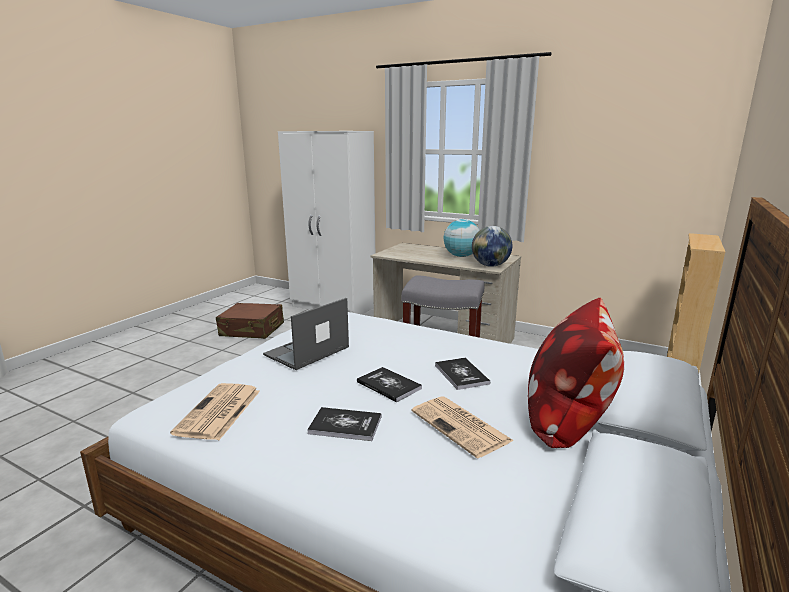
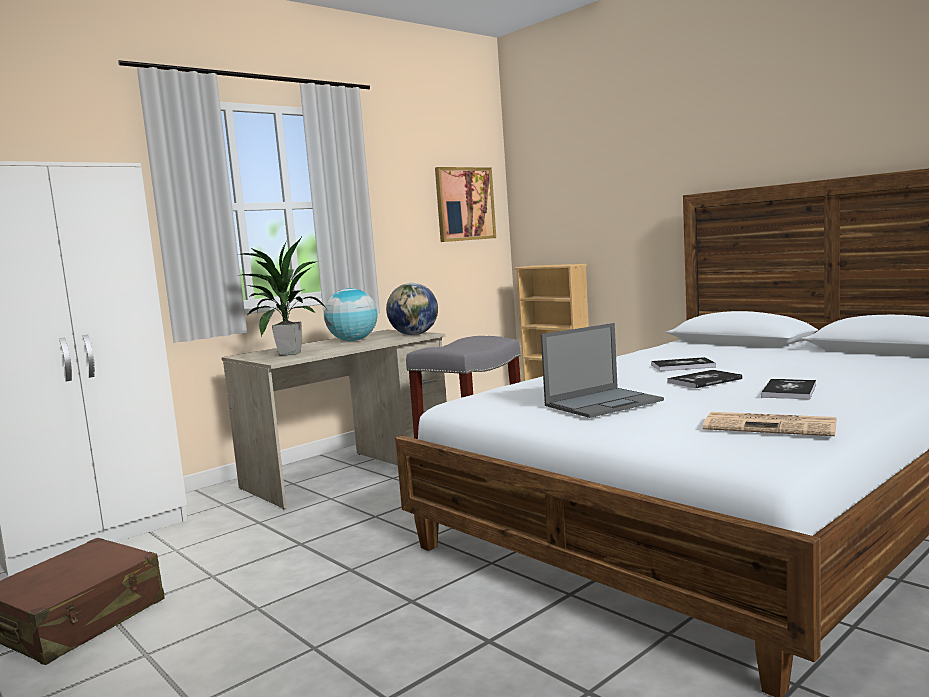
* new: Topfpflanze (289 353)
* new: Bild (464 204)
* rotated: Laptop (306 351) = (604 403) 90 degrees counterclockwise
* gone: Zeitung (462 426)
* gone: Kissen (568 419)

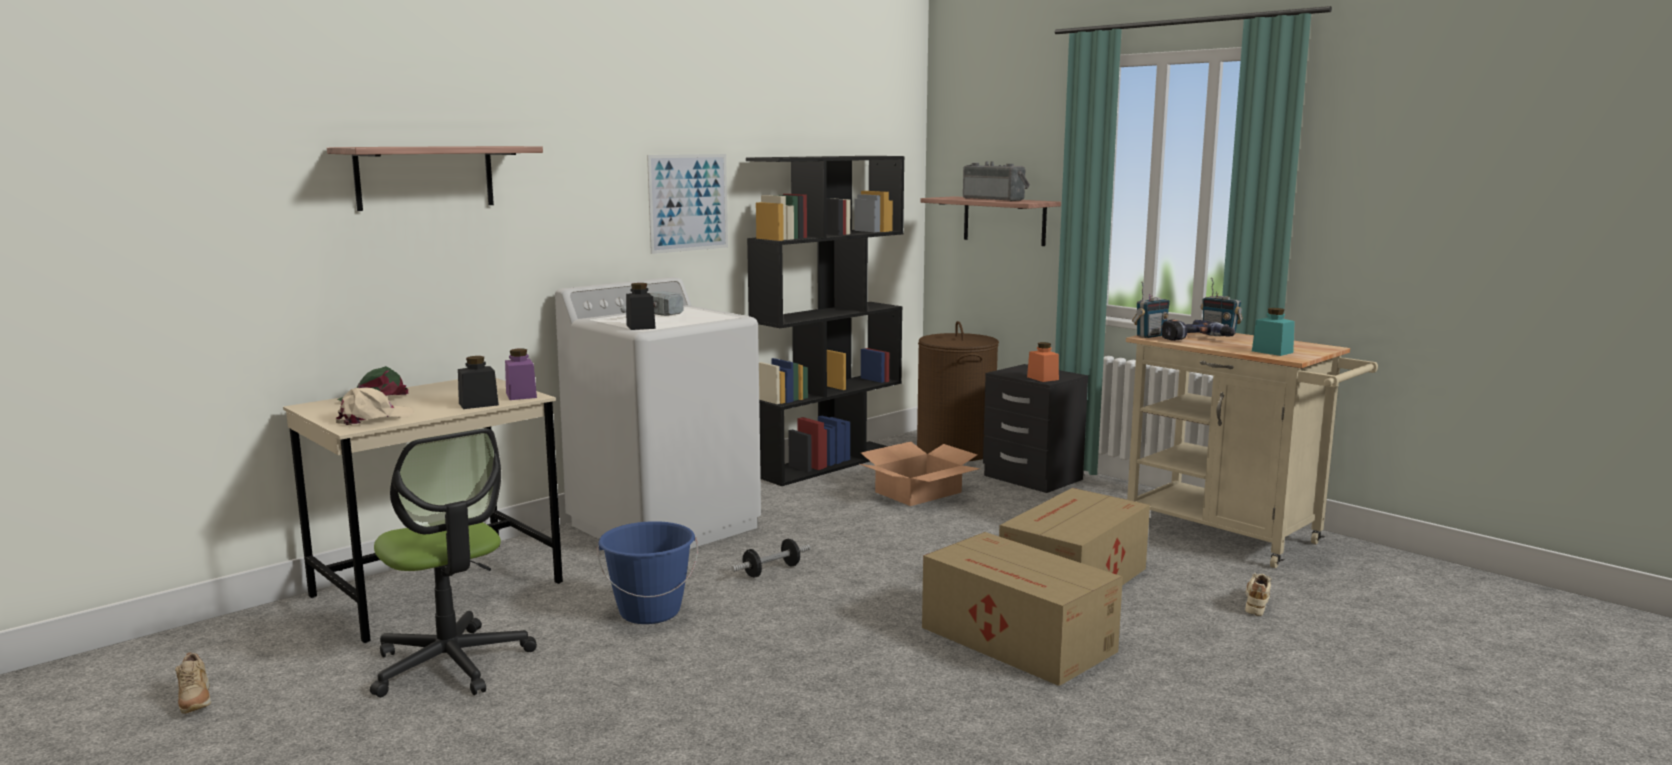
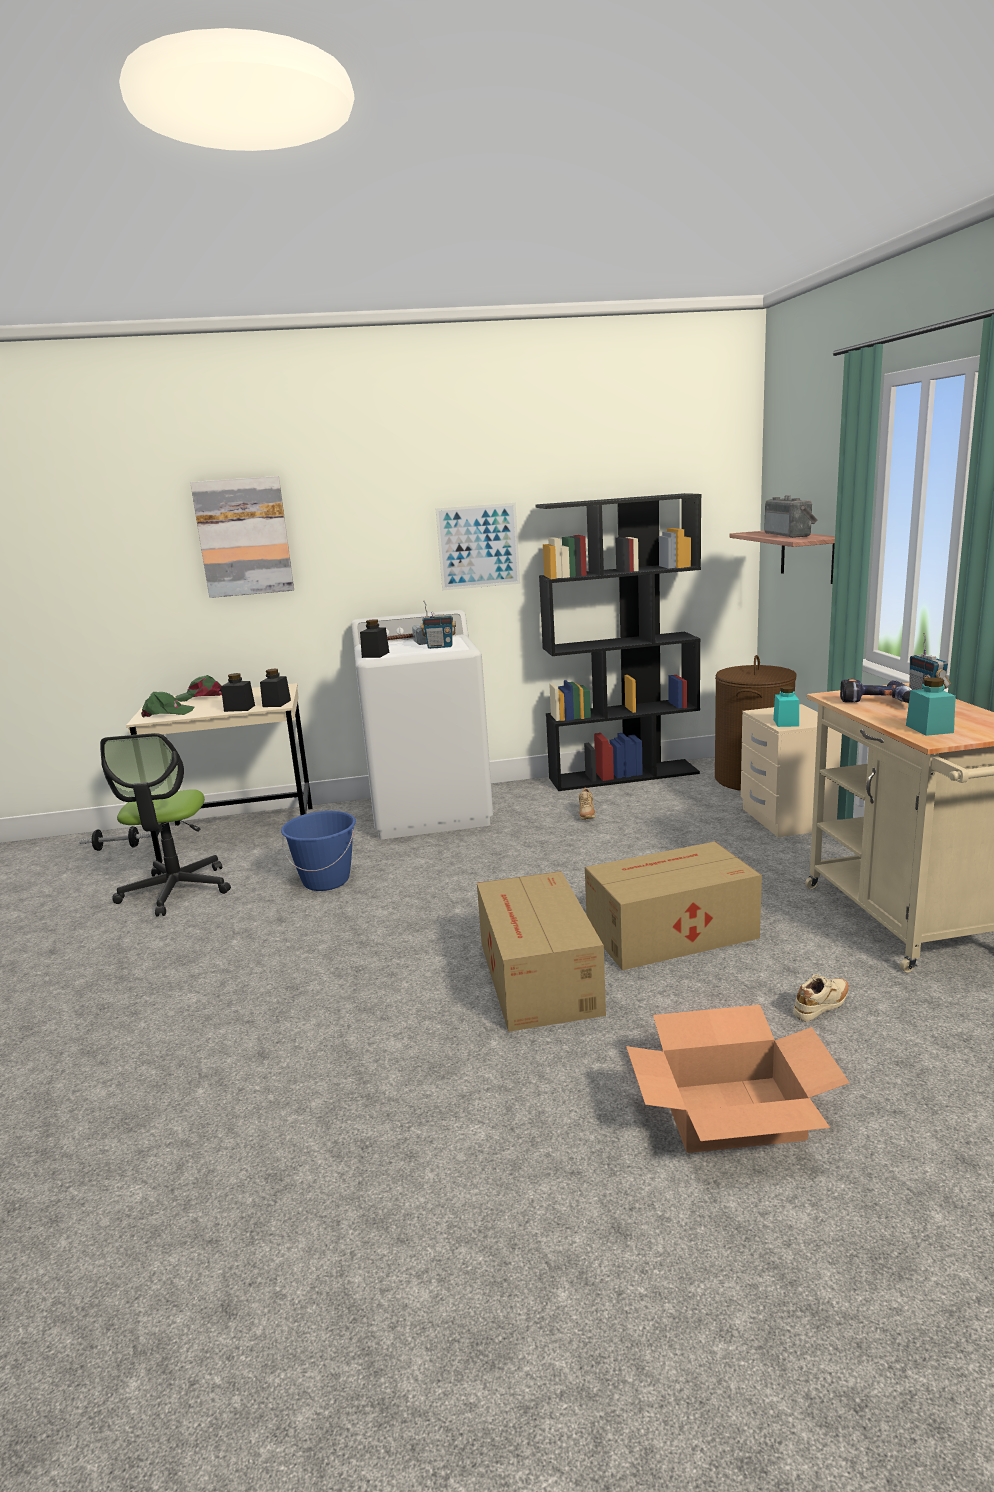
* shifted: Hantel (771 571) to (117 848)
* repainted: Kappe/beige (373 418) to Kappe/grün (167 713)
* swapped: Wandregal (425 177) to Bild (244 537)
* repainted: Vorratsglas/lila (521 395) to Vorratsglas/schwarz (276 703)
* shifted: Radio (1150 336) to (440 647)
* shifted: Schuh/beige (195 703) to (587 816)
* shifted: Karton (918 492) to (732 1113)
* repainted: Nachttisch/schwarz (1032 478) to Nachttisch/beige (787 819)
* repainted: Vorratsglas/orange (1042 378) to Vorratsglas/türkis (786 722)

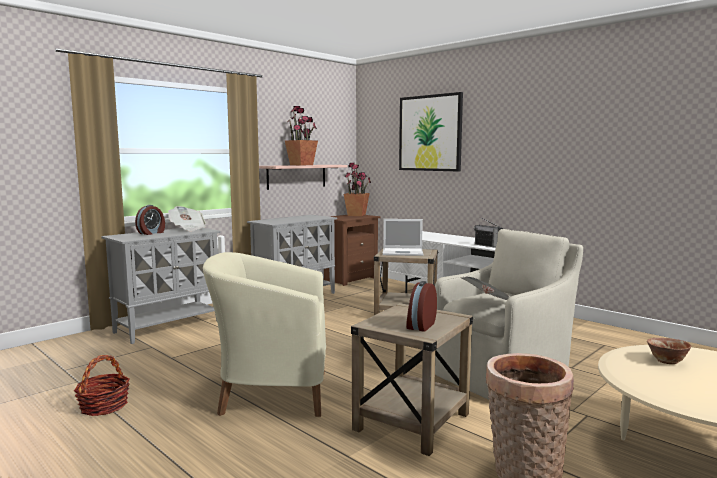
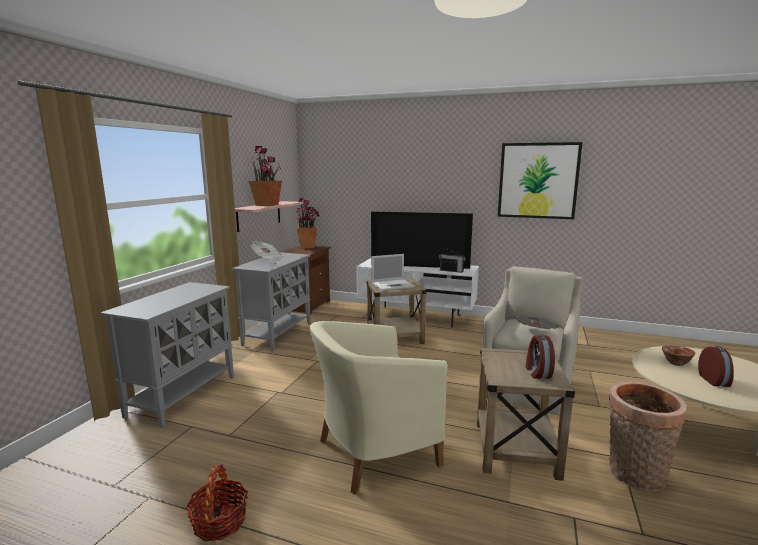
* shifted: Zeitung (187 229) to (268 260)
* new: Fernseher (420 265)
* shifted: Bild (430 133) to (538 180)
* shifted: Wecker (151 233) to (714 380)

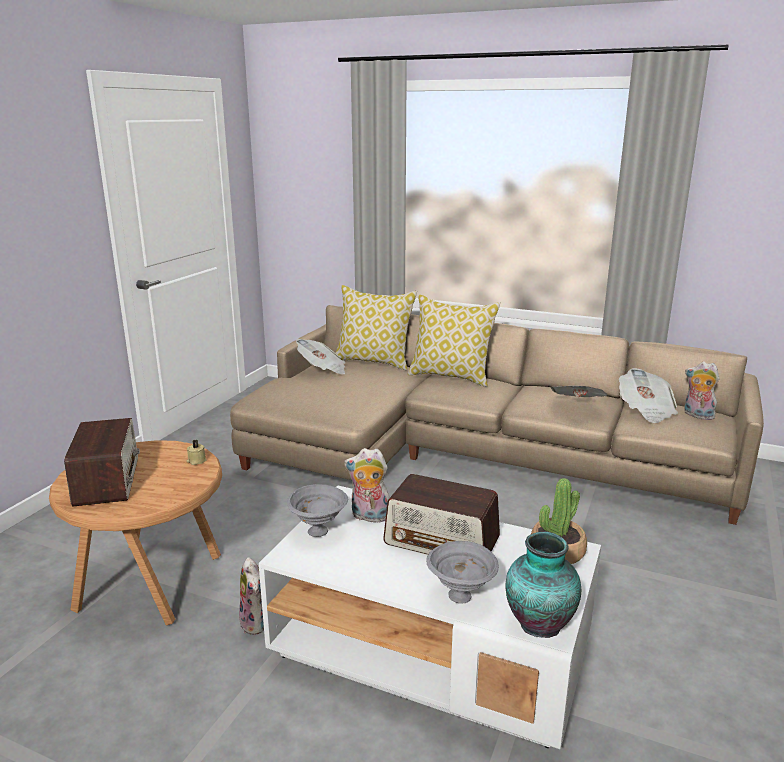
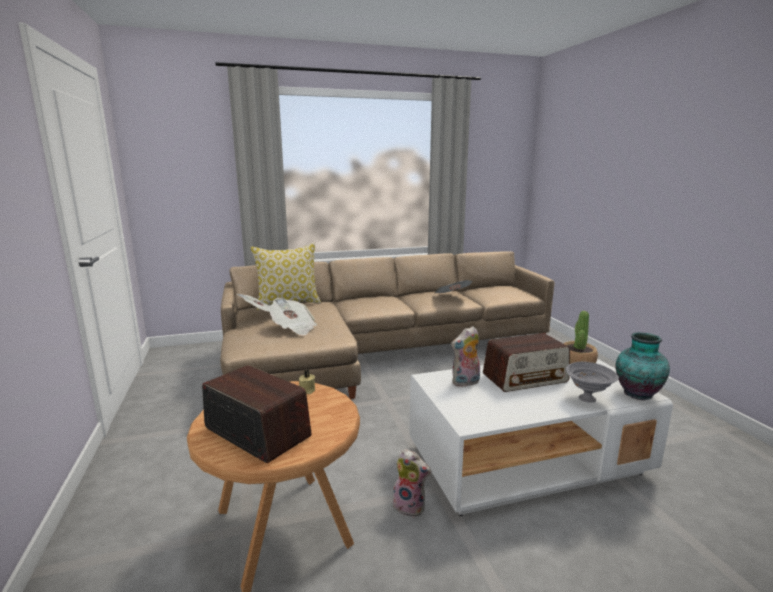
* shifted: Zeitung (645 410) to (293 328)
* gone: Schüssel/grau (319 531)
* gone: Kissen (451 376)
* gone: Plüschtier (697 416)

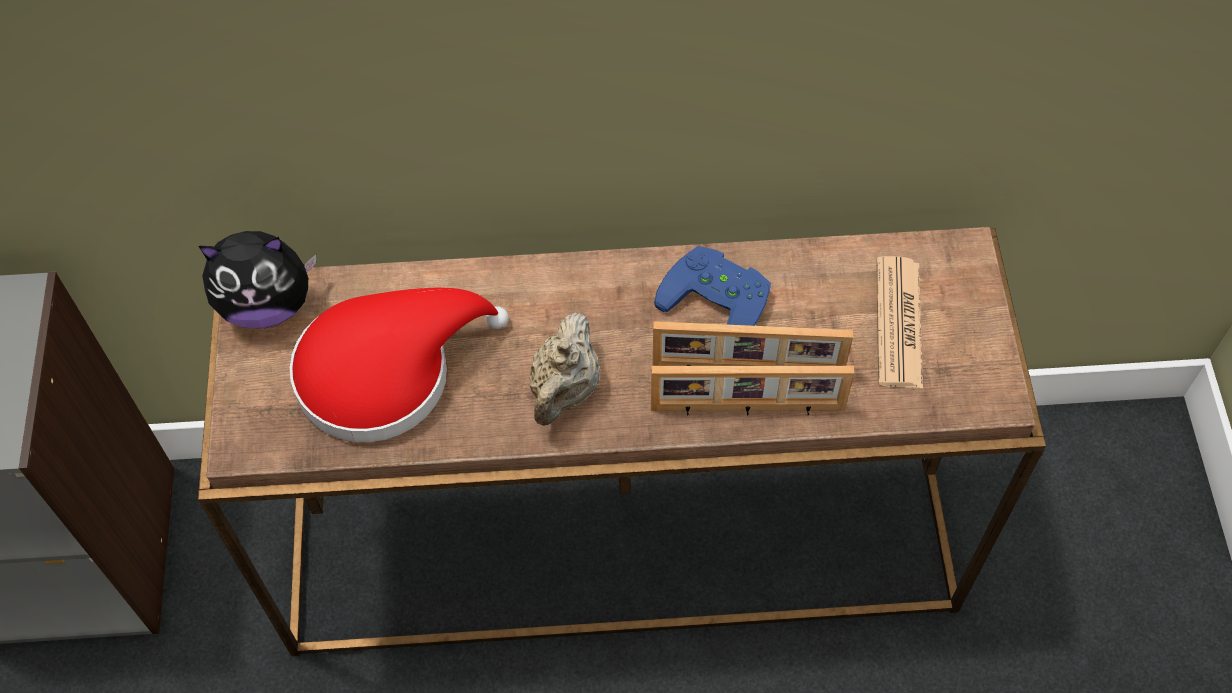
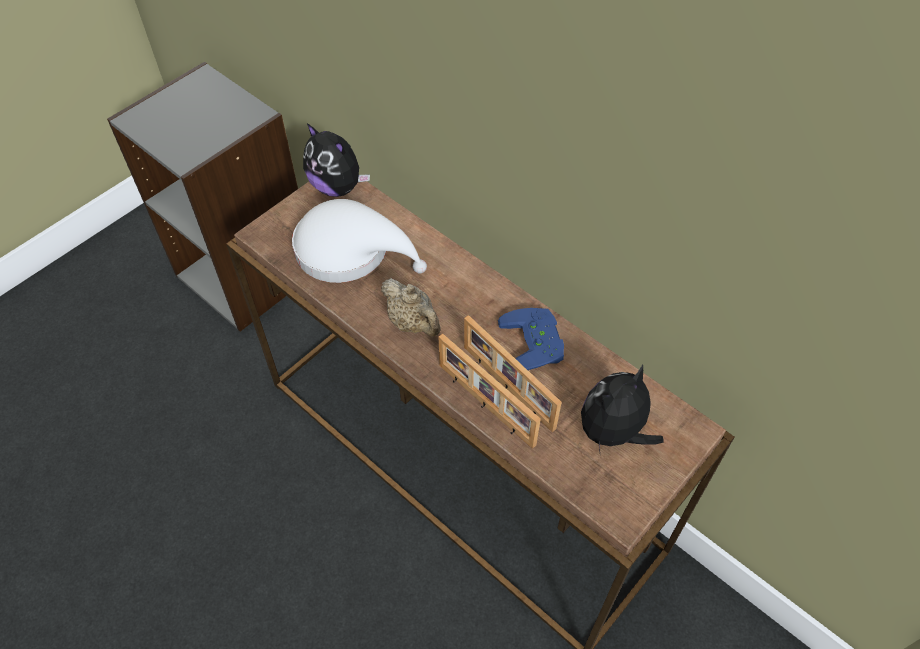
* repainted: Hut/rot (386 370) to Hut/weiß (350 251)
* rotated: Teekanne/beige (564 390) = (413 323) 105 degrees counterclockwise
* swapped: Zeitung (898 323) to Plüschtier (613 433)

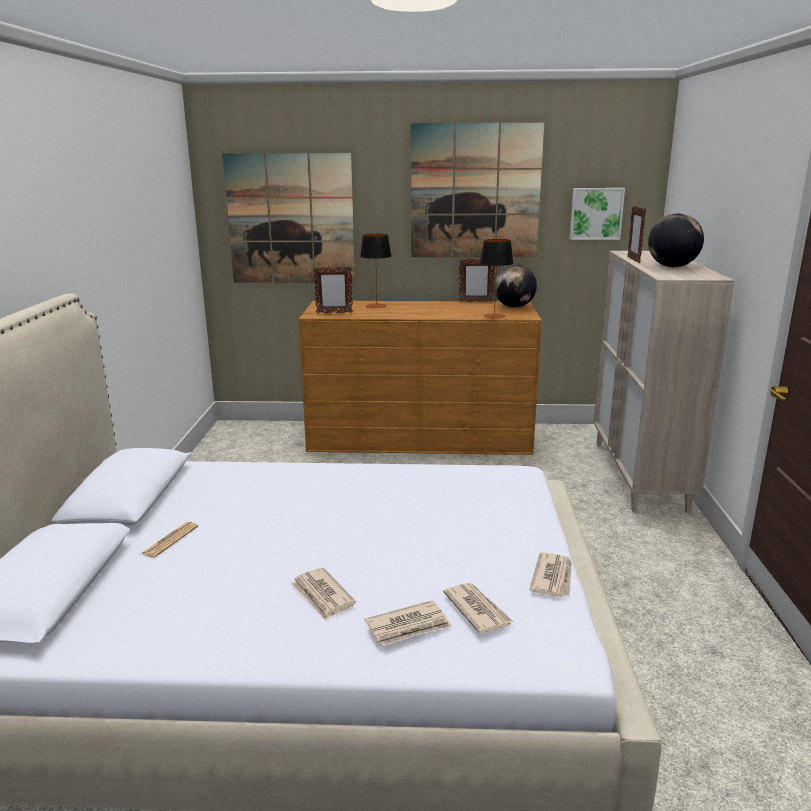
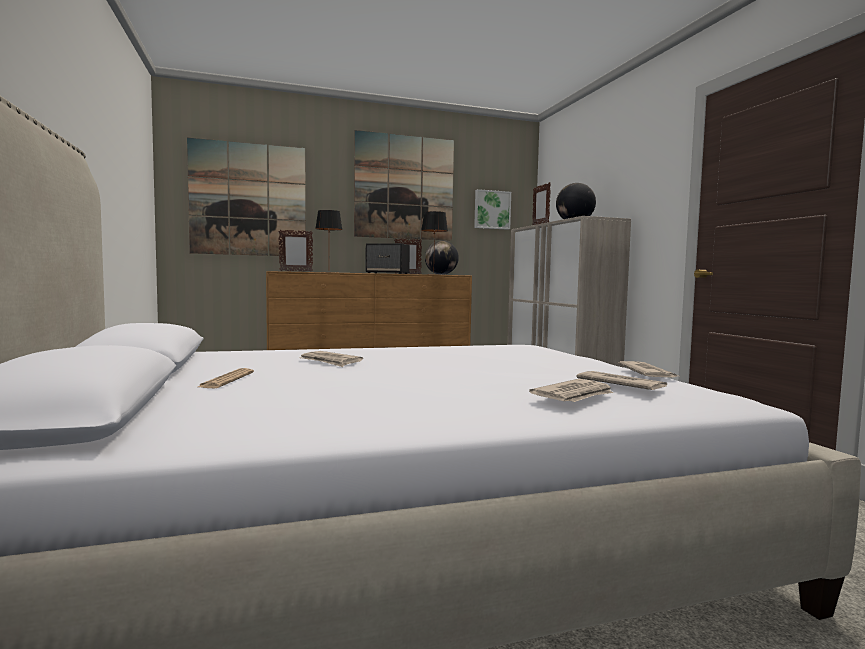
* shifted: Zeitung (322 596) to (330 361)
* new: Lautsprecher (388 273)

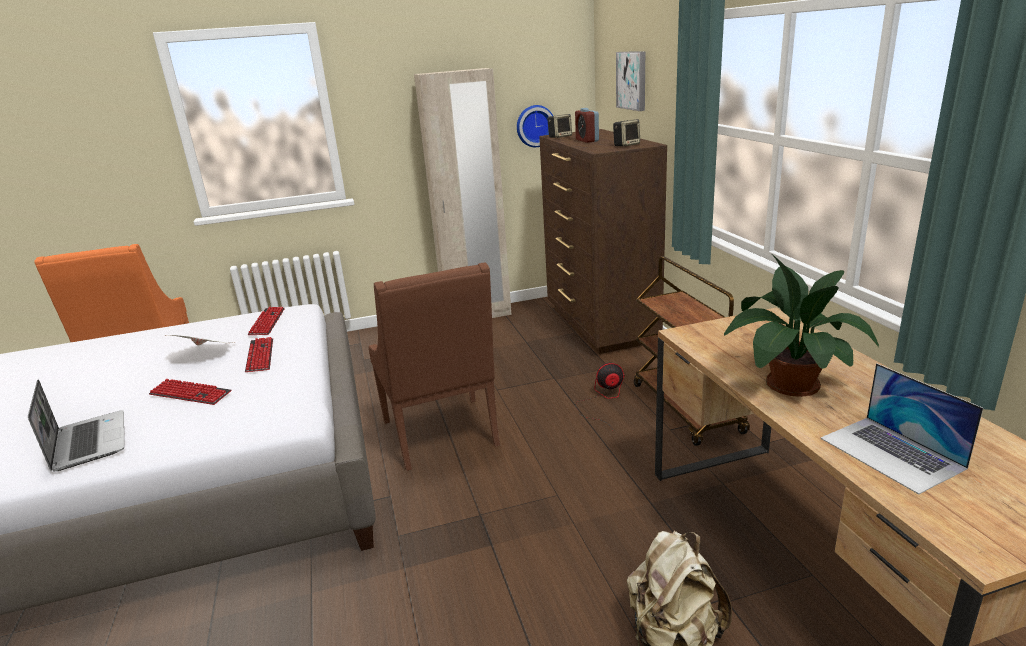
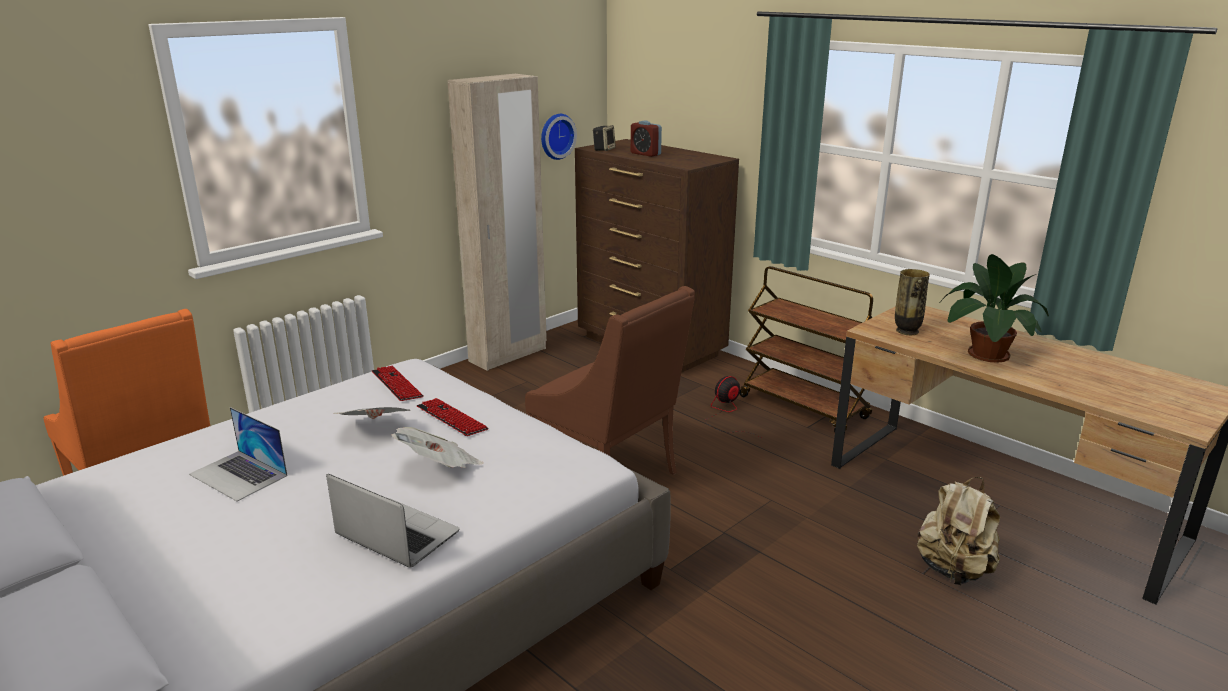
* shifted: Laptop (891 453) to (238 475)
* swapped: Tastatur (190 394) to Zeitung (440 467)
* new: Vase (906 331)
* gone: Lautsprecher (626 145)
* gone: Bild (632 80)

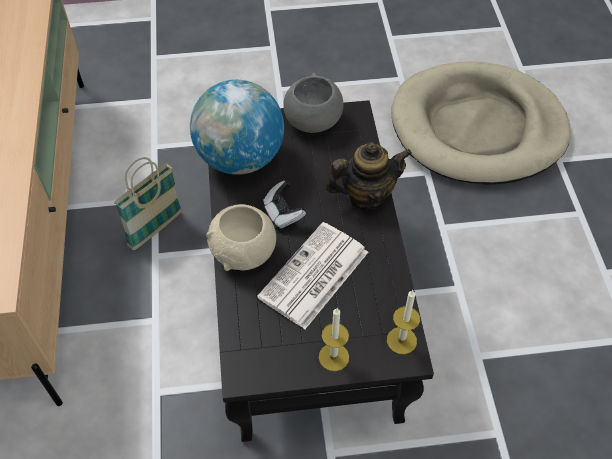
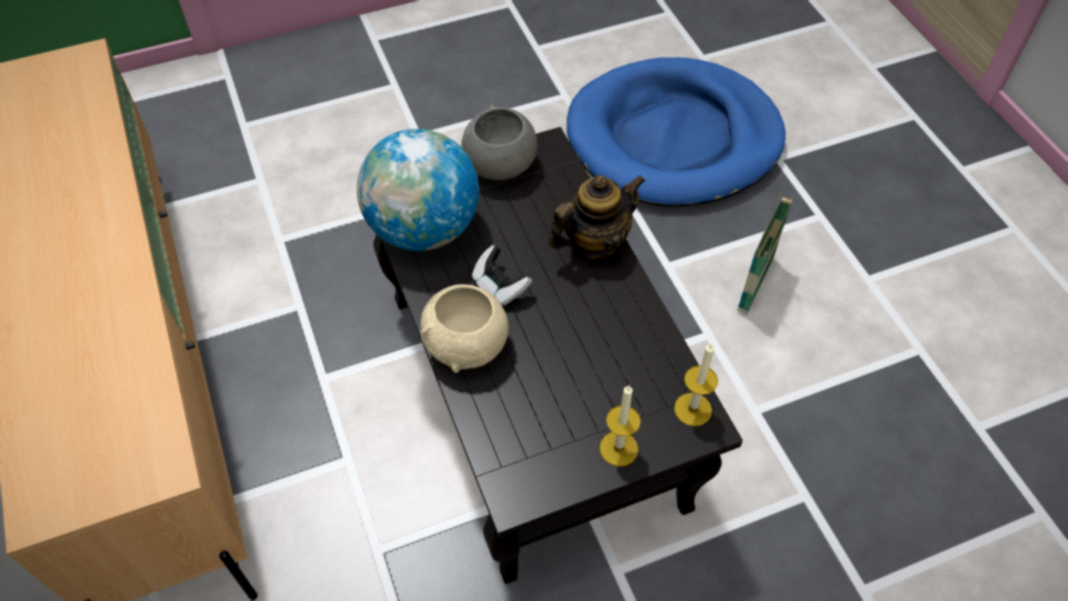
* repainted: Hundebett/beige (477 128) to Hundebett/blau (674 139)
* shifted: Korb (156 229) to (755 284)
* gone: Zeitung (314 276)

